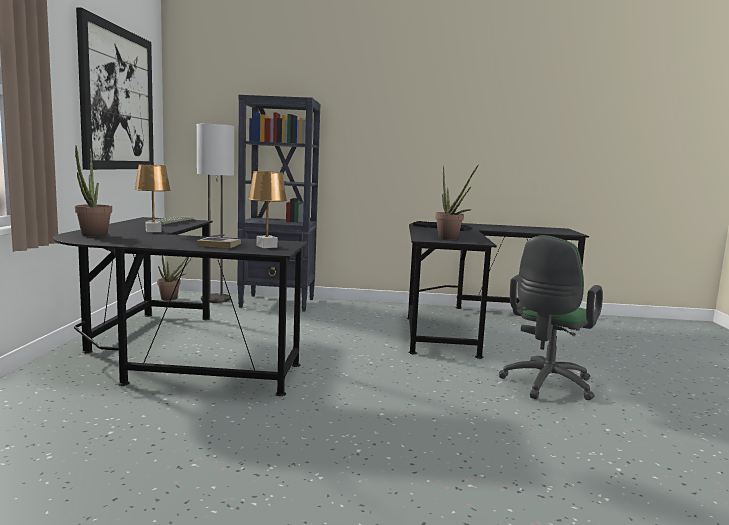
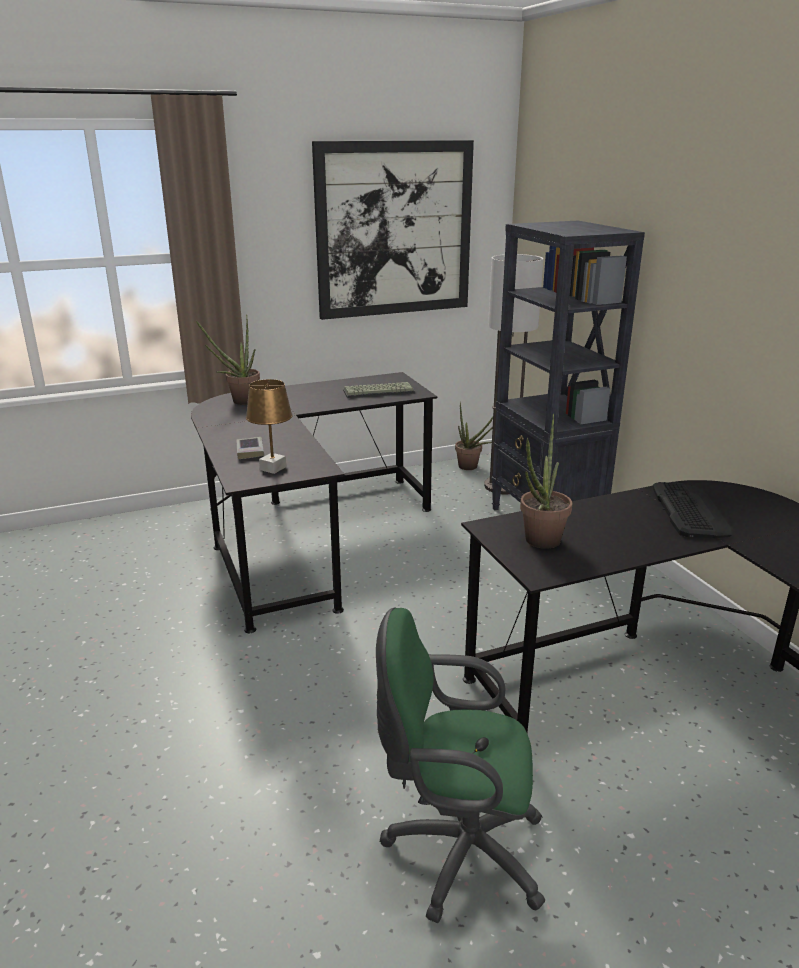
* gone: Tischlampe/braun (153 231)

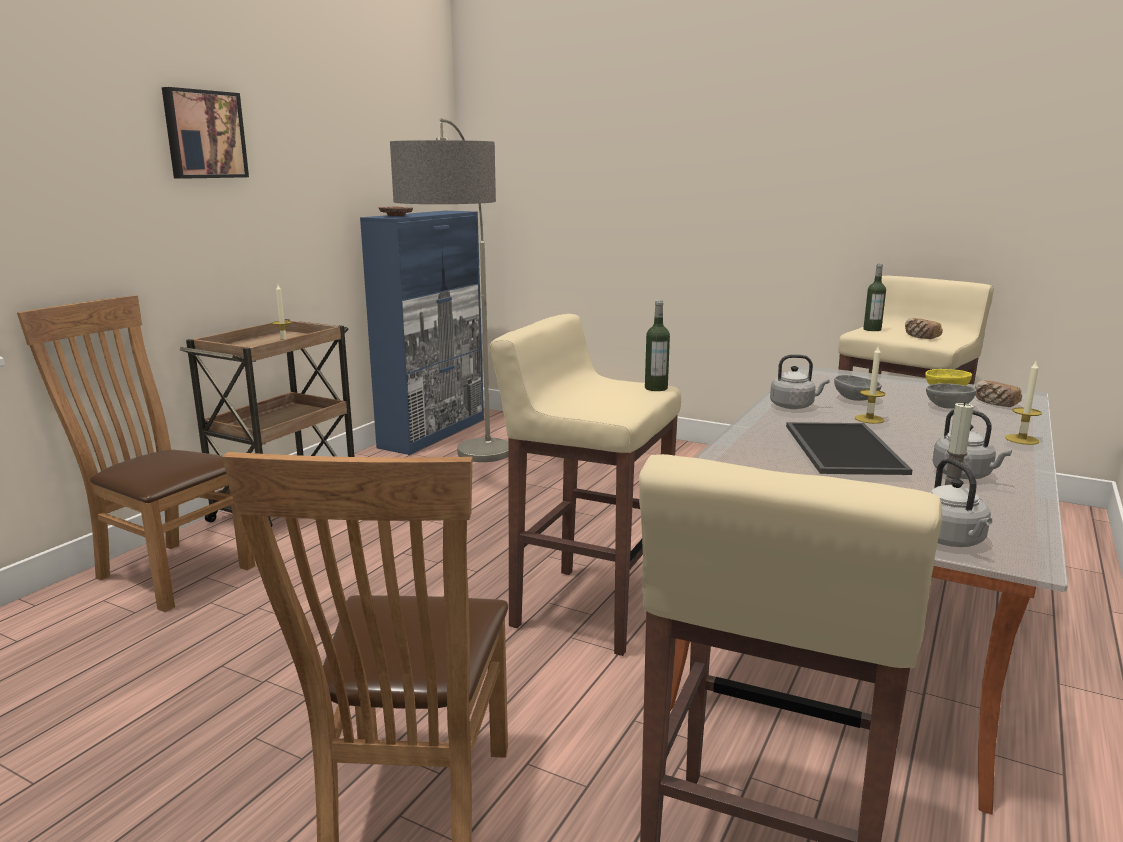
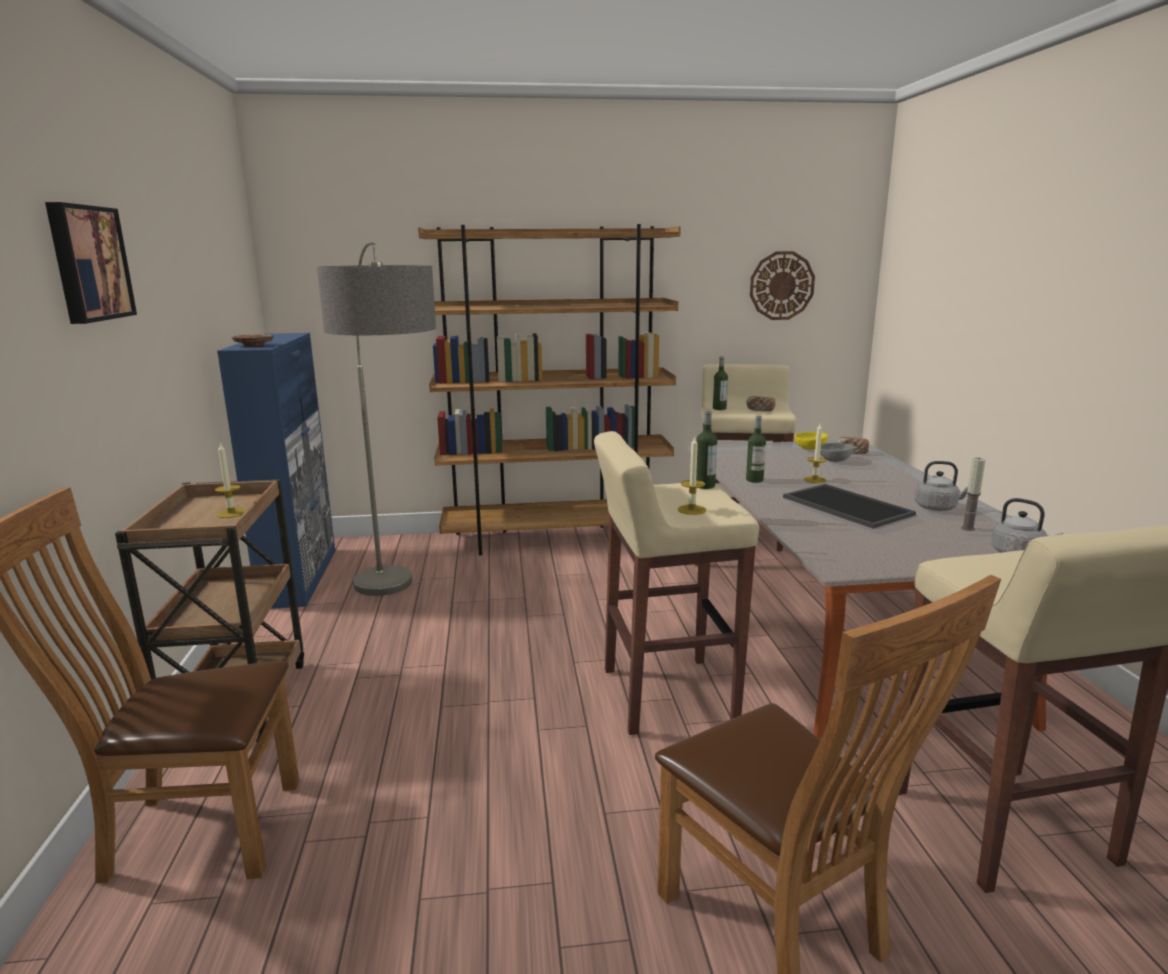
* new: Bücherregal/braun (556 539)
* shifted: Kerze (1021 439) to (692 510)
* swapped: Wasserkessel/grau (794 406) to Flasche (754 480)
* new: Wanduhr (781 285)
* gone: Schüssel/grau (856 399)

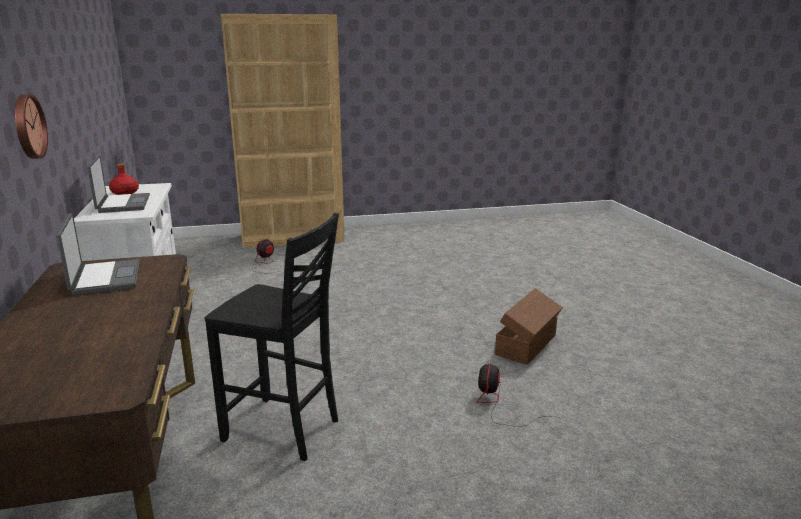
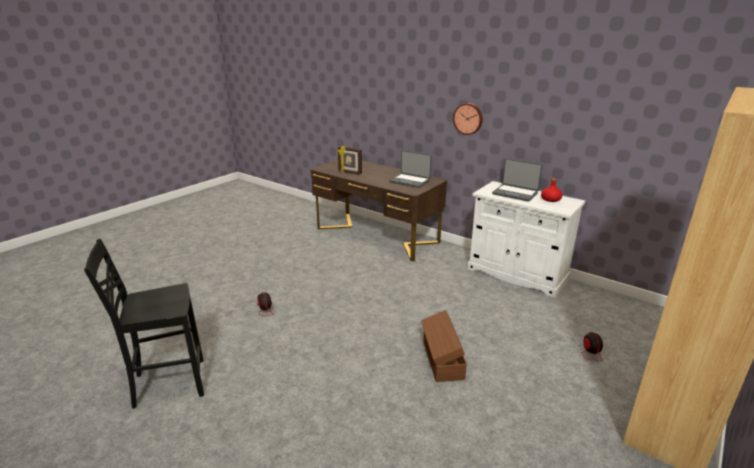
* shifted: Stuhl/schwarz (284 430) to (167 384)
* new: Bilderrahmen (349 172)
* shifted: Aufbewahrungsbox/braun (527 345) to (442 360)

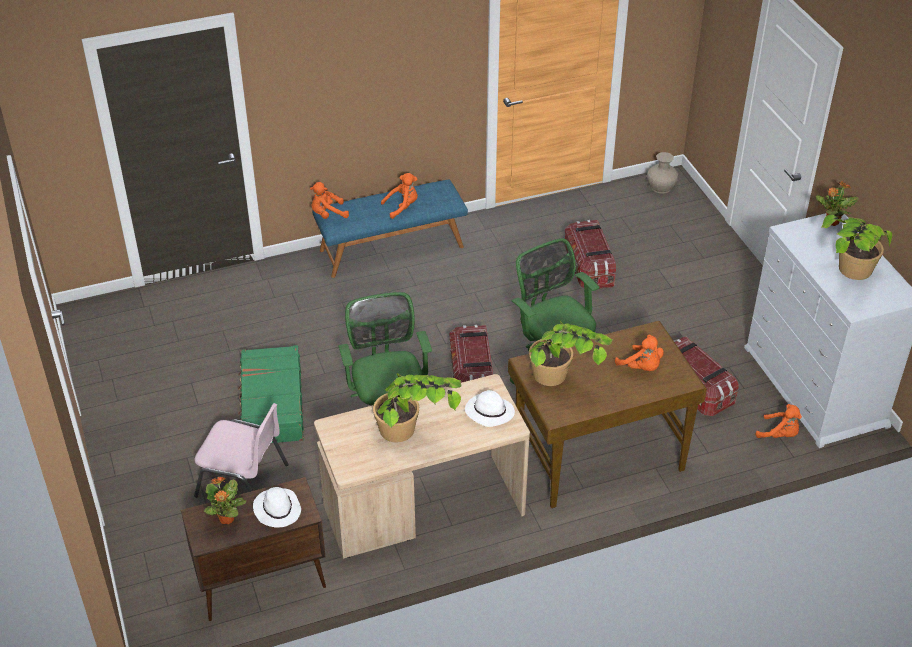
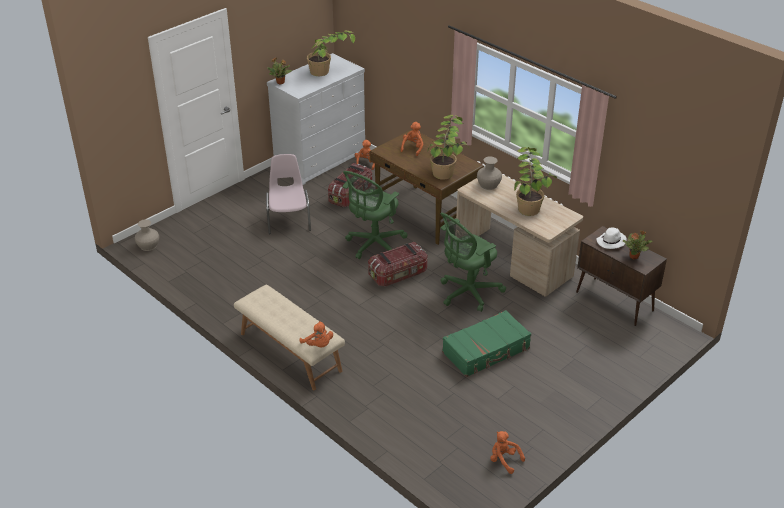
* repainted: Bank/blau (391 248) to Bank/beige (290 352)
* shifted: Stuhl/rosa (243 480) to (288 219)
* swapped: Hut/weiß (488 412) to Vase/beige (488 185)
* shifted: Plüschtier/orange (402 207) to (504 460)
* gone: Aufbewahrungsbox (588 268)

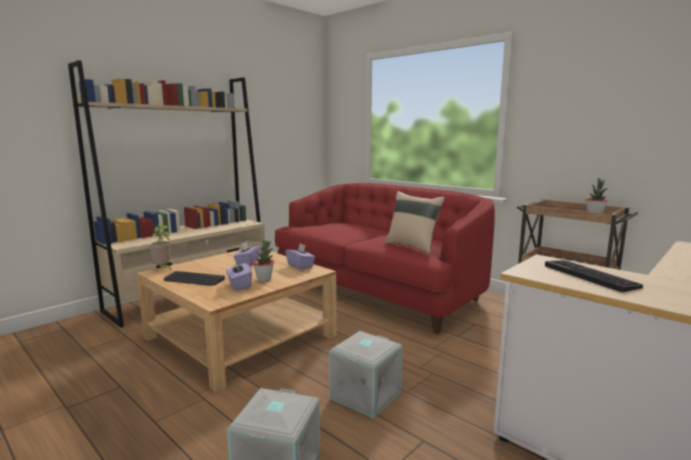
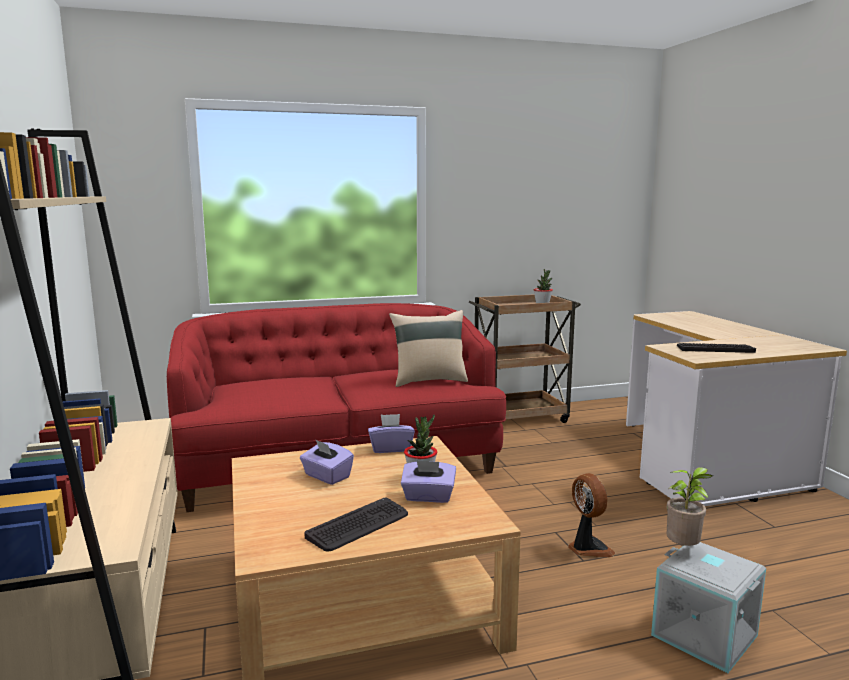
* swapped: Aufbewahrungsbox/grau (364 394) to Ventilator (588 548)
* shifted: Topfpflanze (163 269) to (684 549)

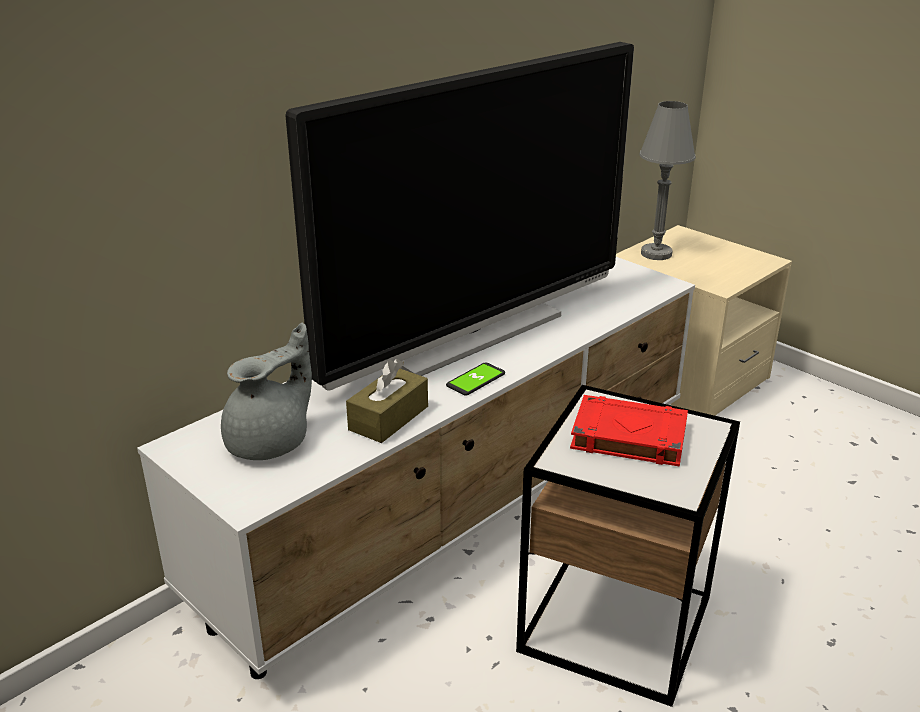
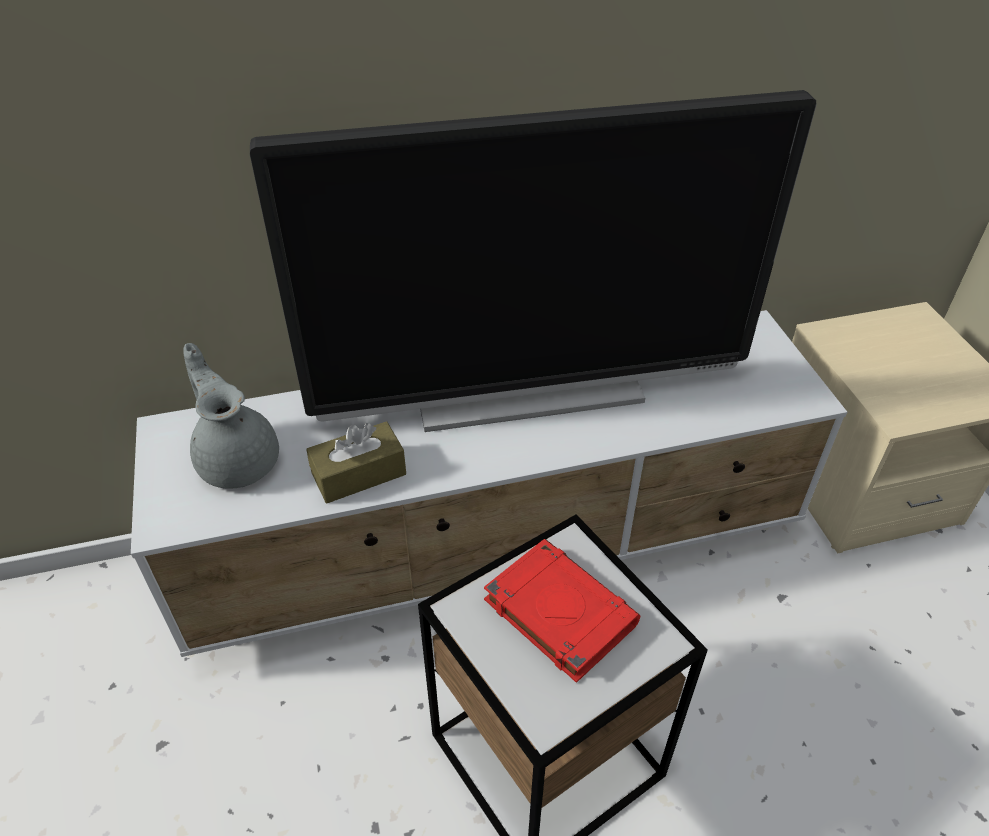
* rotated: Teekanne/grau (271 442) = (238 460) 105 degrees counterclockwise
* gone: Handy (476 380)
* gone: Tischlampe/grau (656 254)

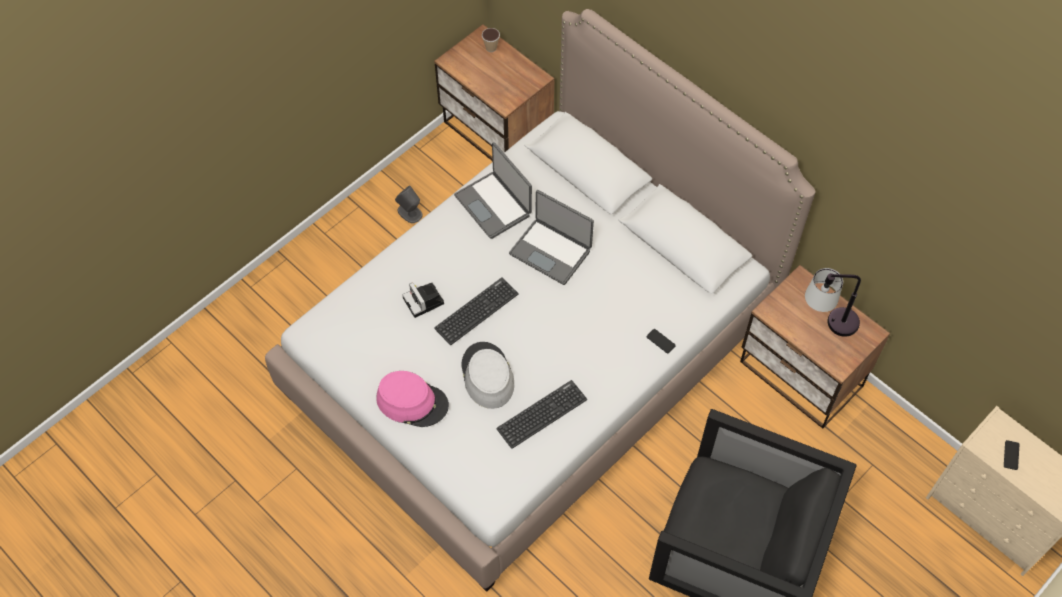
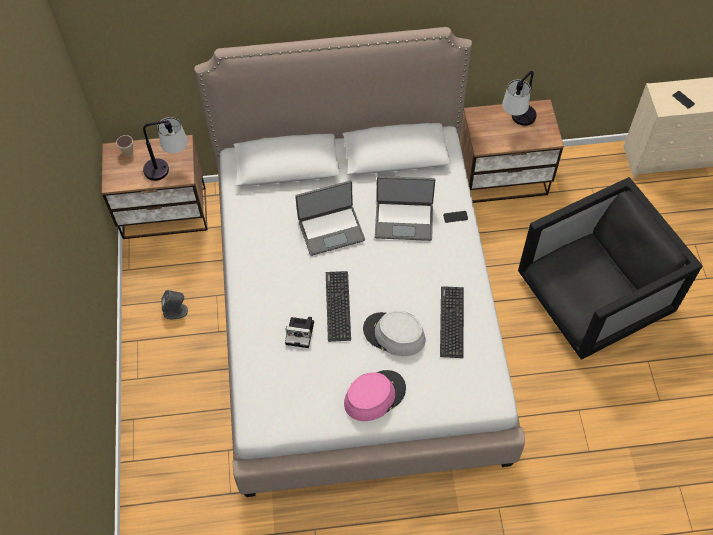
* new: Tischlampe (168 168)
* shifted: Laptop (494 205) to (404 220)

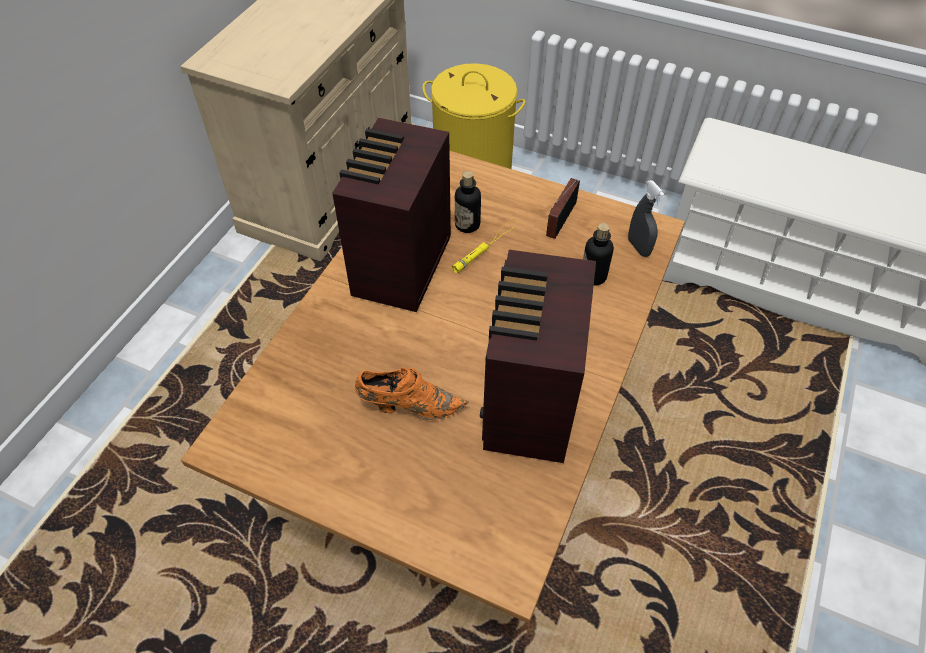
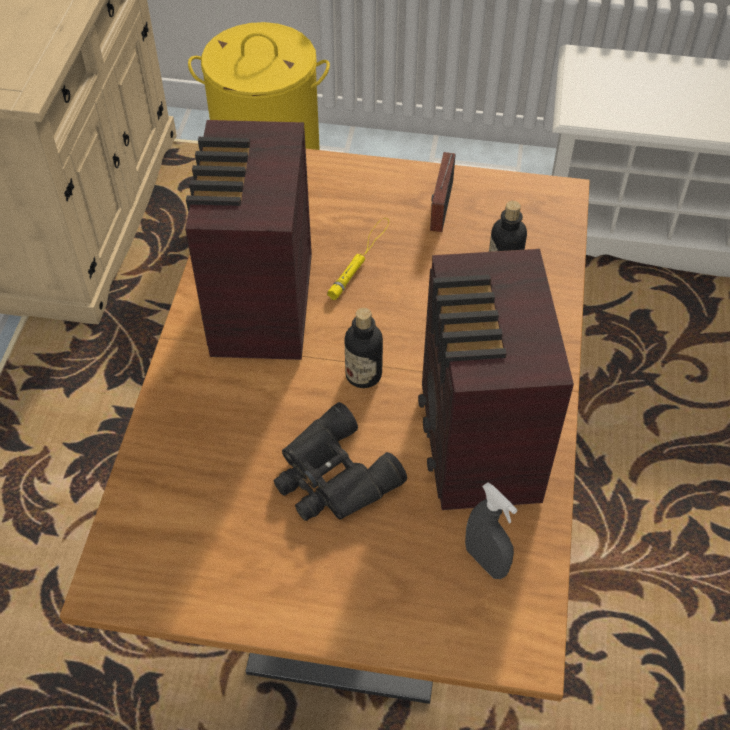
* swapped: Schuh/orange (408 406) to Fernglas/schwarz (331 478)
* shifted: Flasche (467 225) to (363 375)
* shifted: Sprühflasche/grau (638 247) to (485 561)

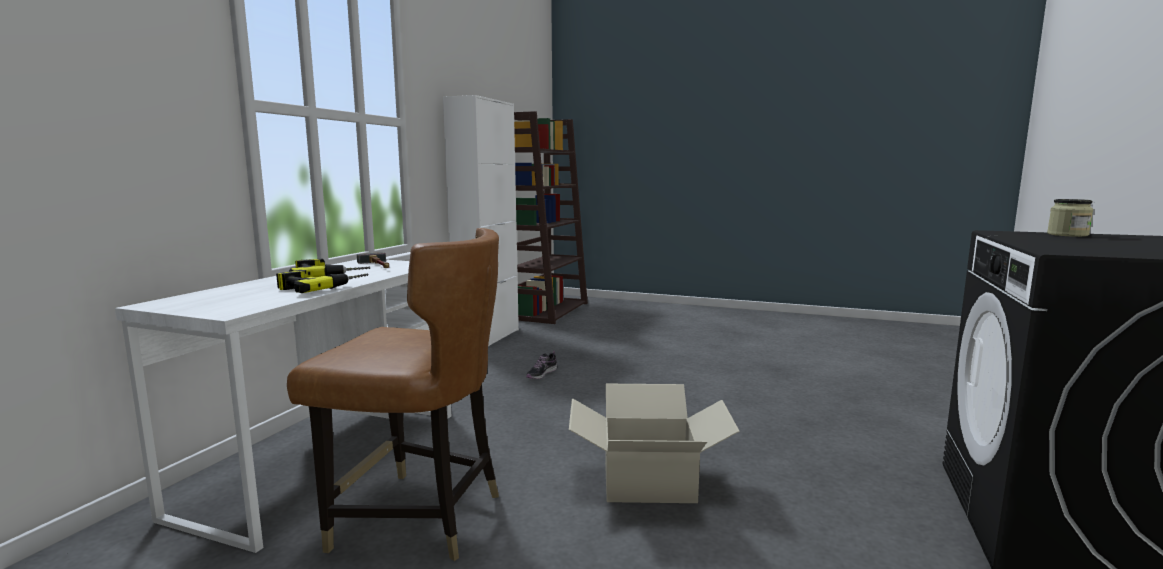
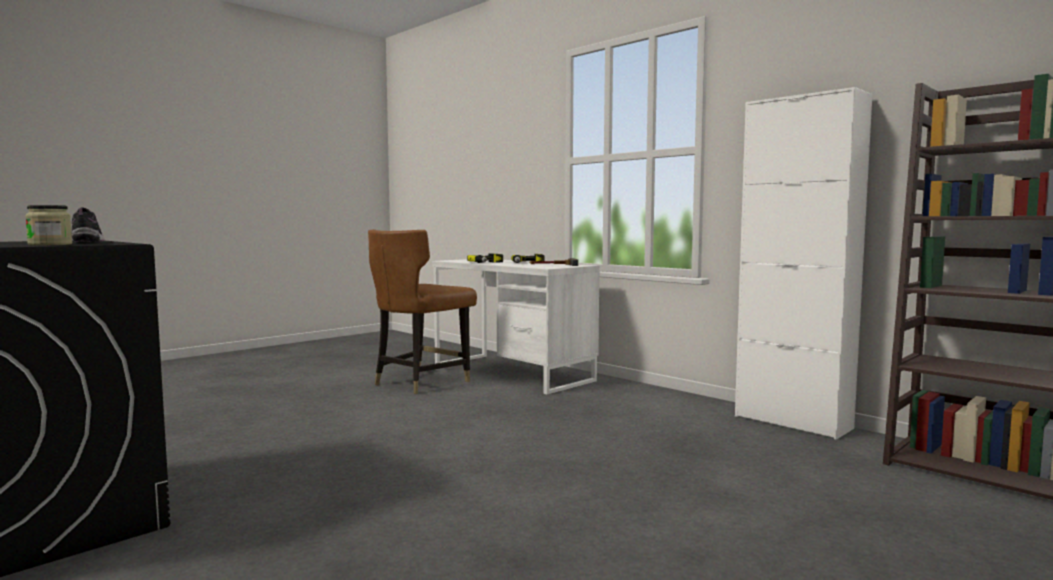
* shifted: Schuh (541 374) to (87 241)
* gone: Karton (648 481)

